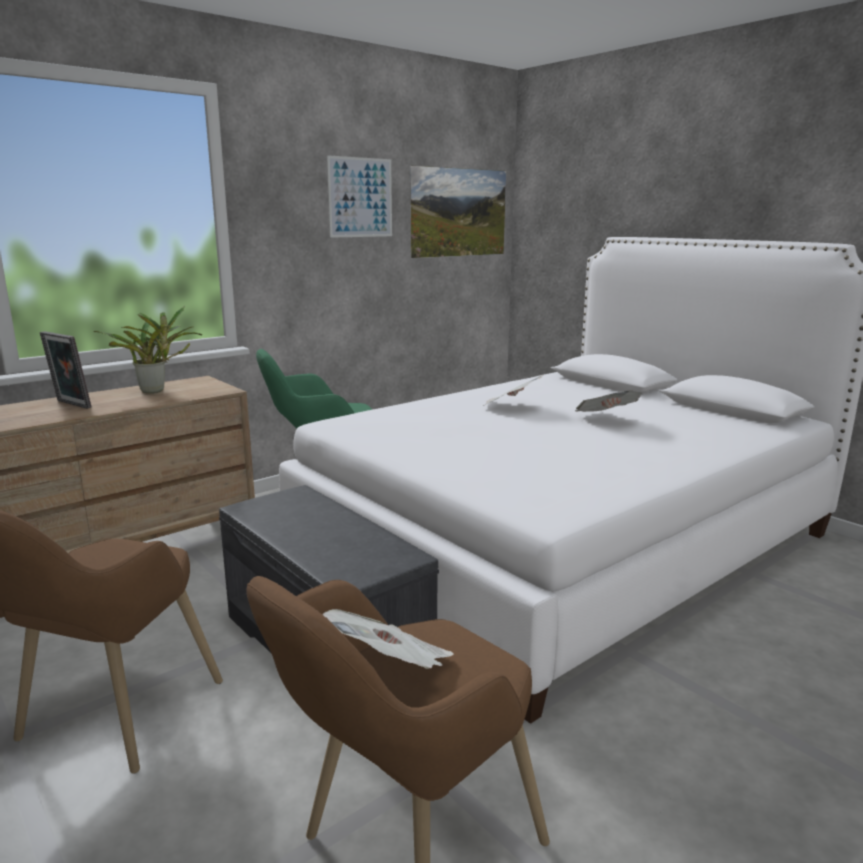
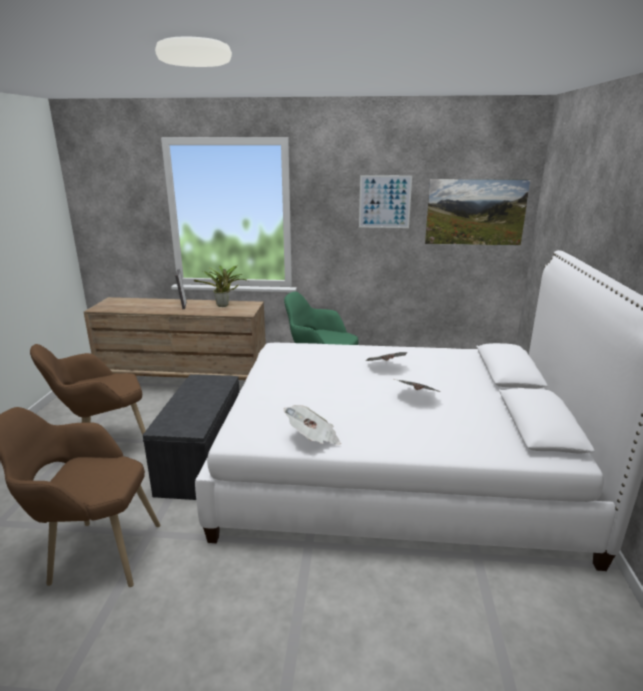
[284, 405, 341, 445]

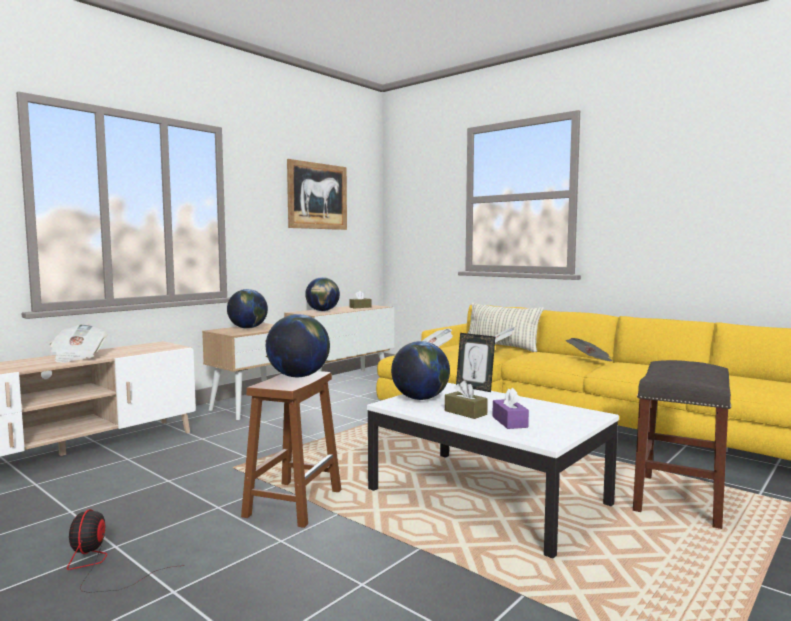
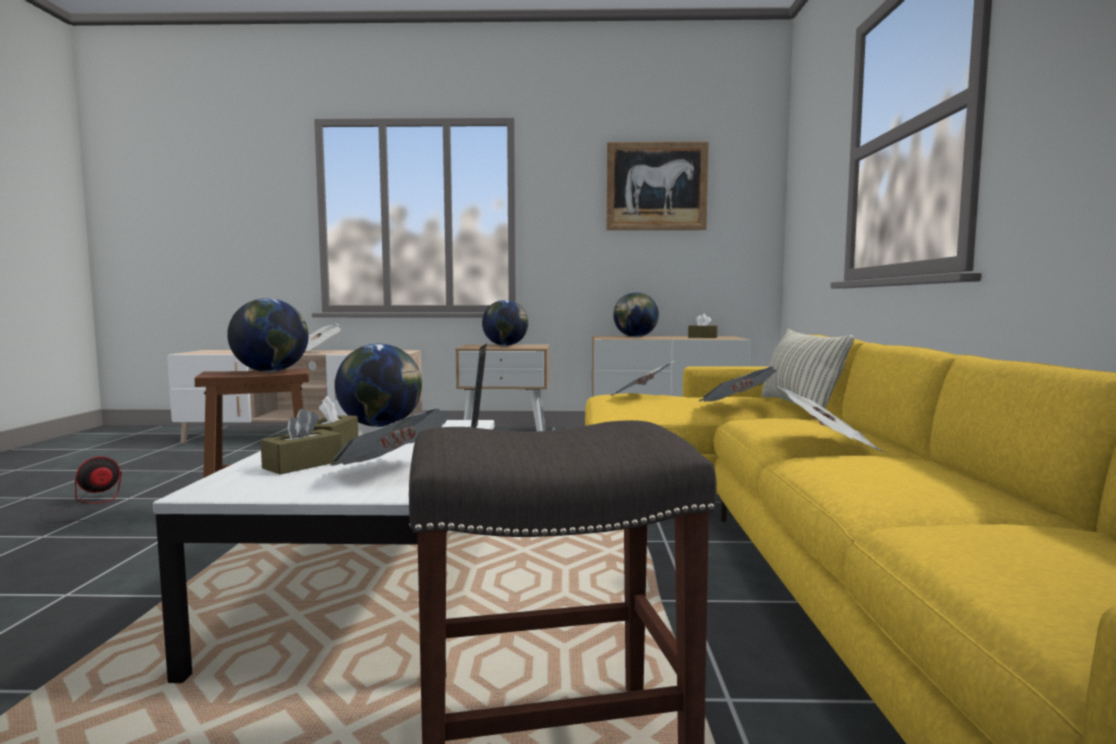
[260, 409, 342, 474]
[330, 409, 451, 466]

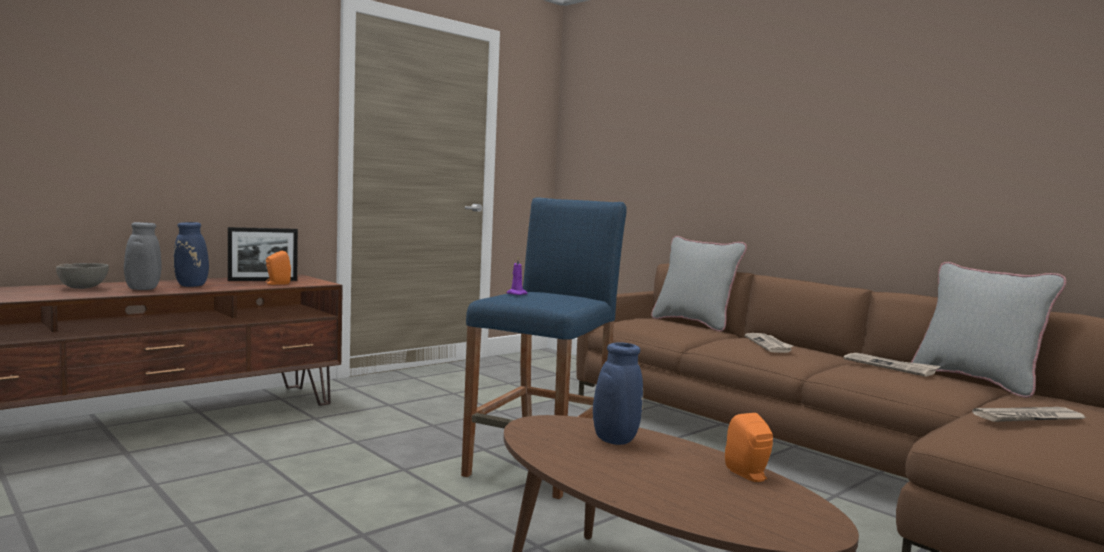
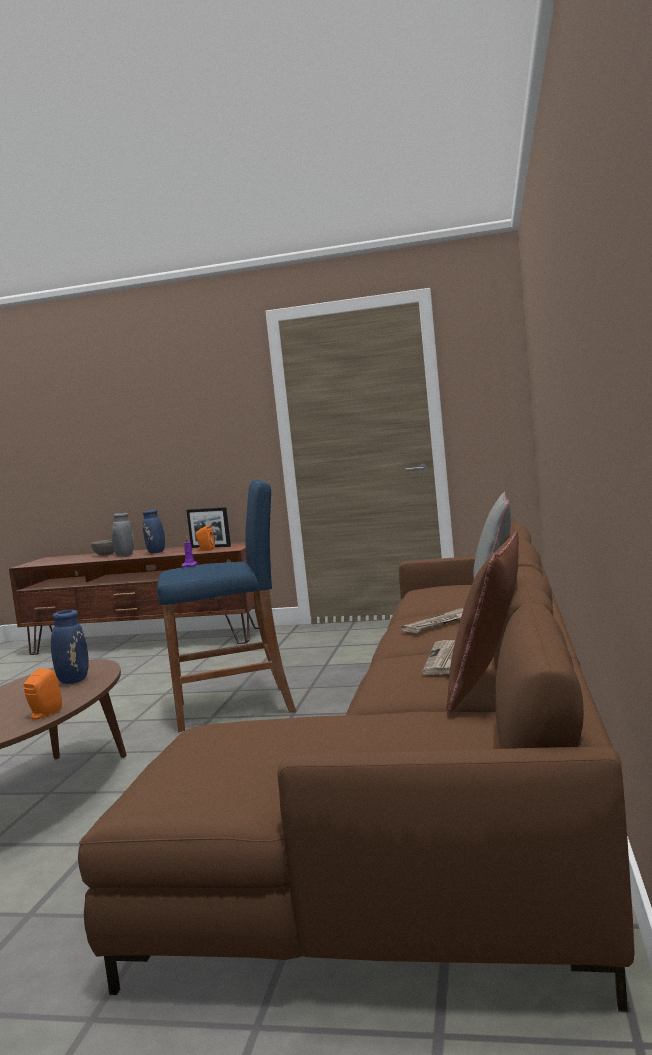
[446, 531, 519, 715]
[972, 407, 1086, 422] (first image)

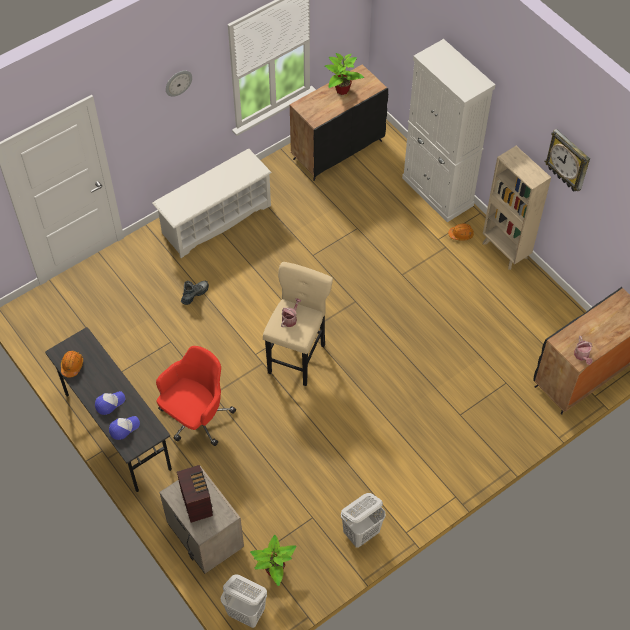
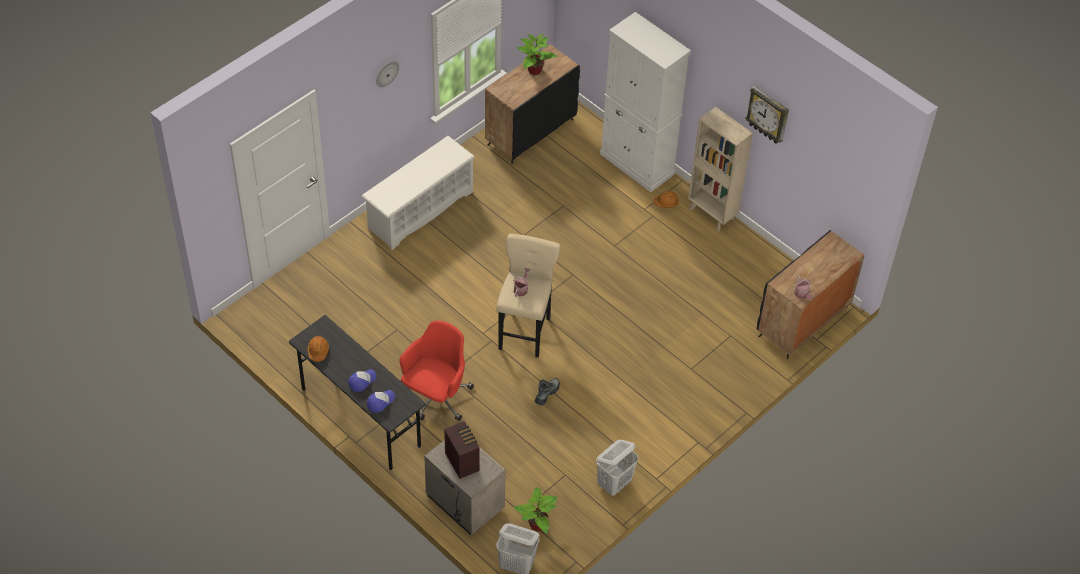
[535, 378, 560, 405]

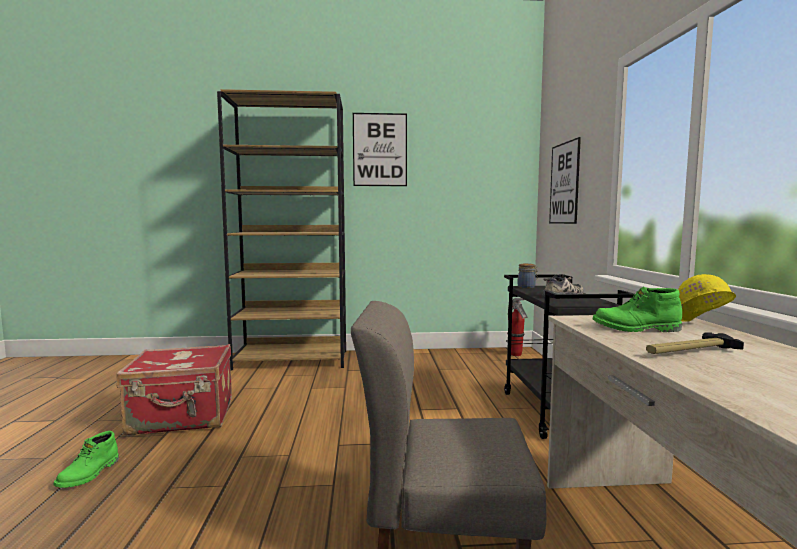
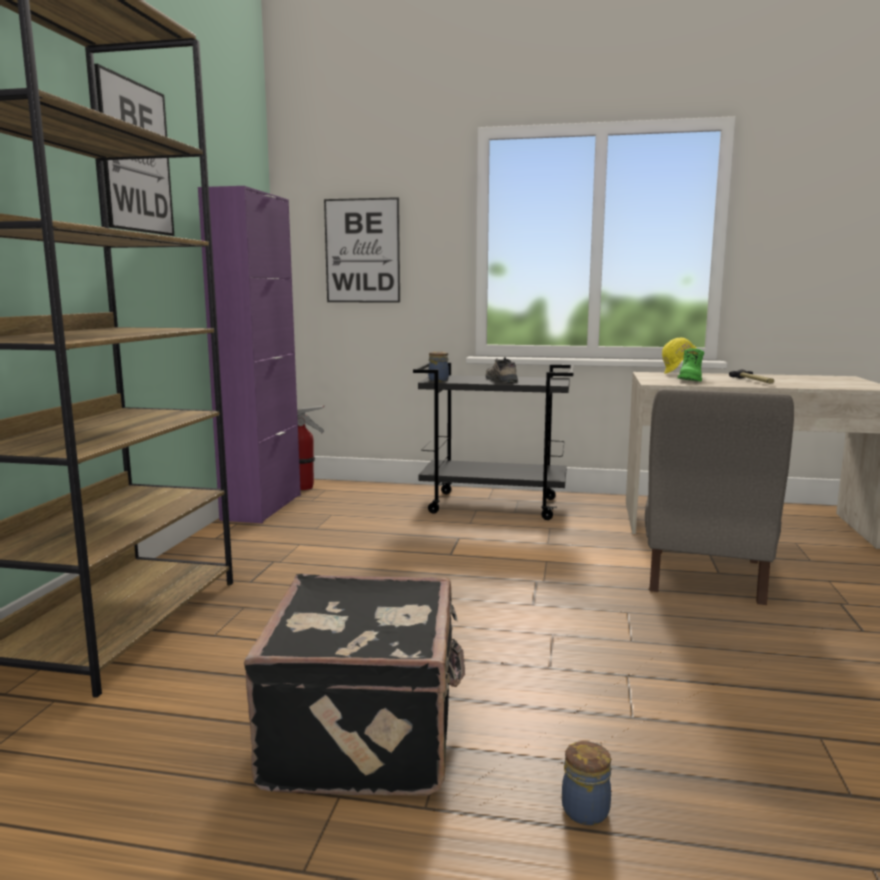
[198, 186, 301, 523]
[244, 574, 465, 796]
[562, 741, 611, 825]

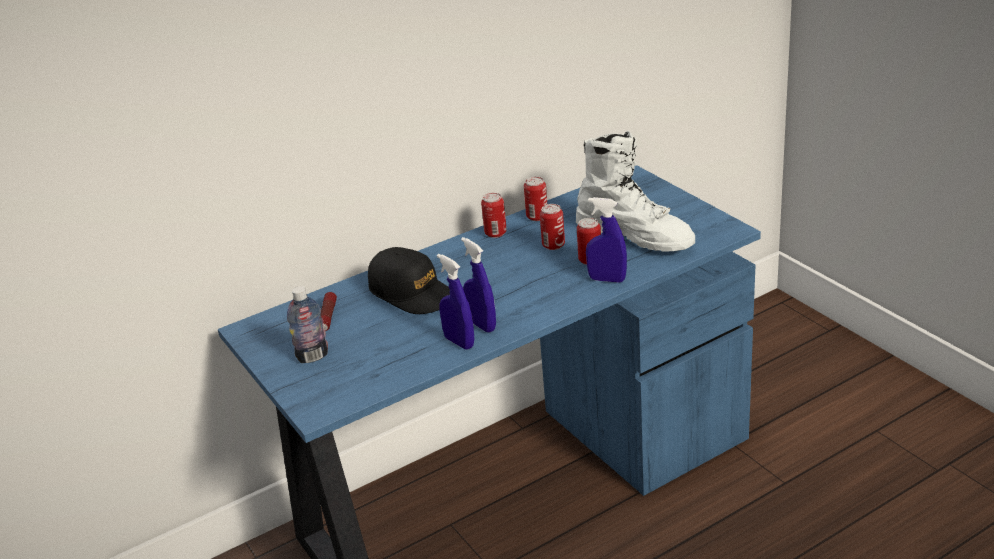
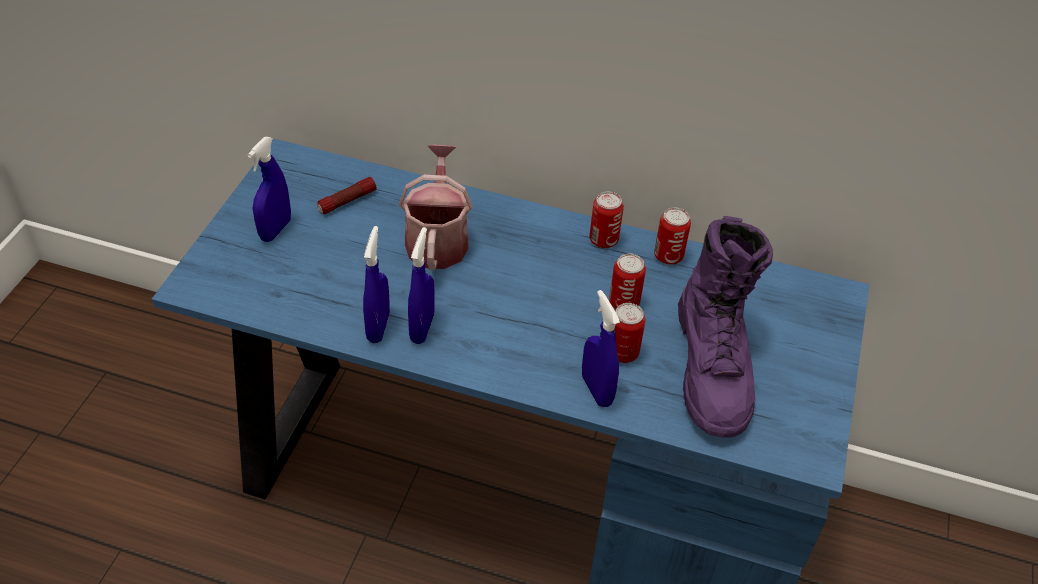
[247, 137, 291, 242]
[399, 144, 472, 270]
[678, 216, 773, 438]

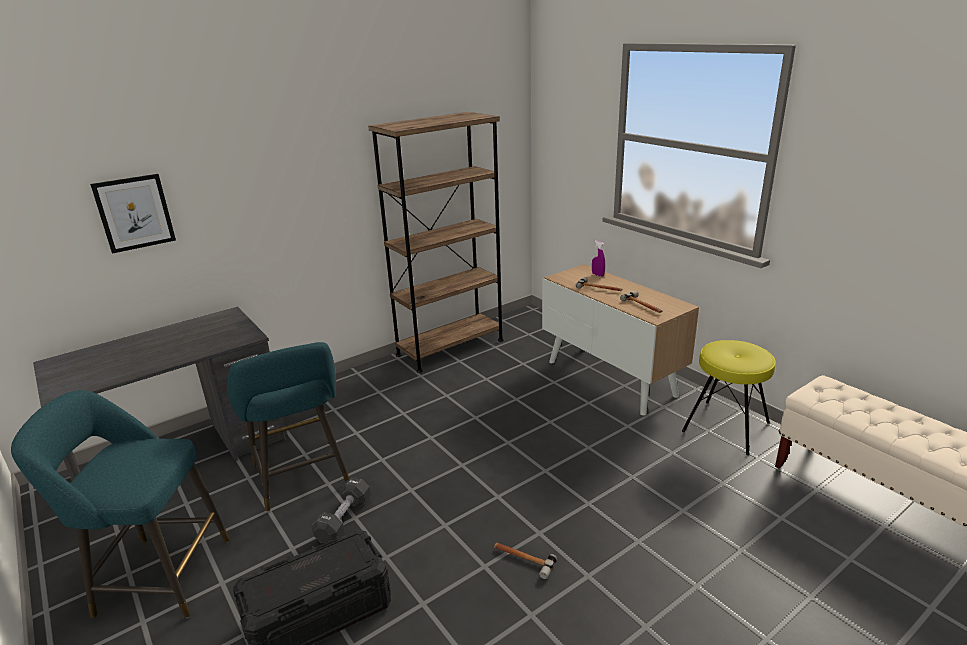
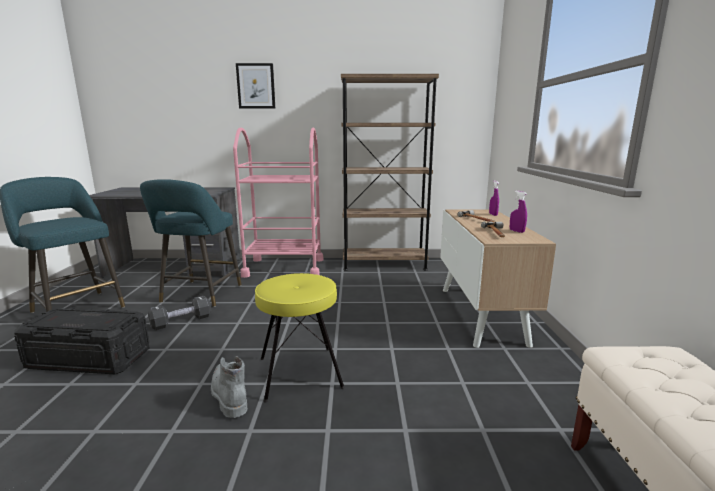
[211, 356, 248, 418]
[233, 127, 323, 278]
[236, 63, 275, 109]
[255, 273, 345, 402]
[510, 191, 527, 233]

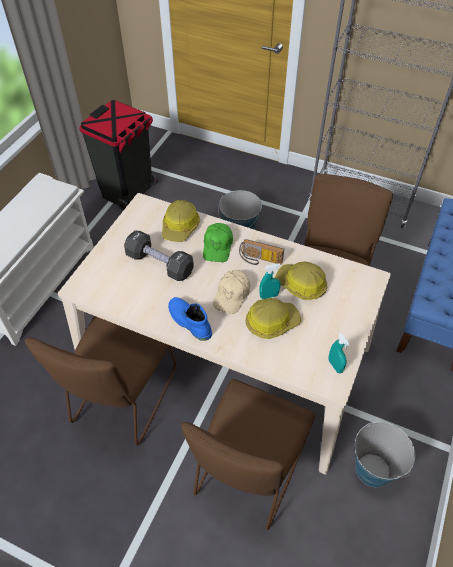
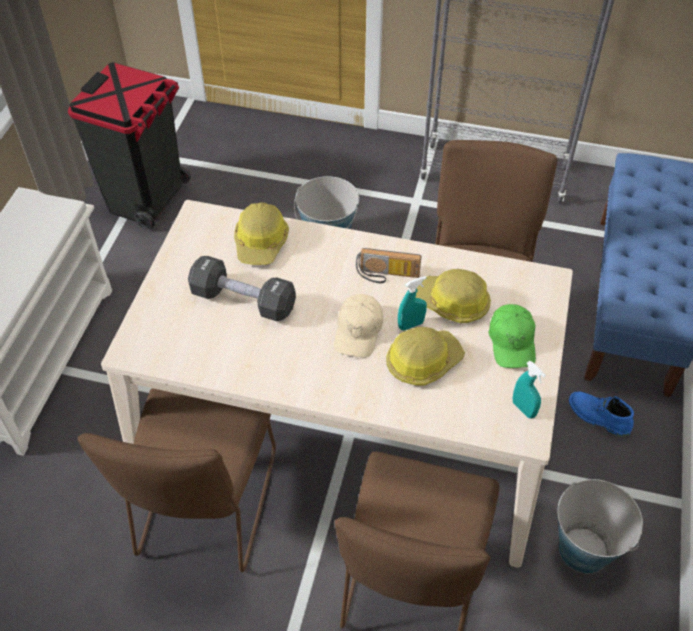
[489, 304, 536, 368]
[569, 391, 634, 437]

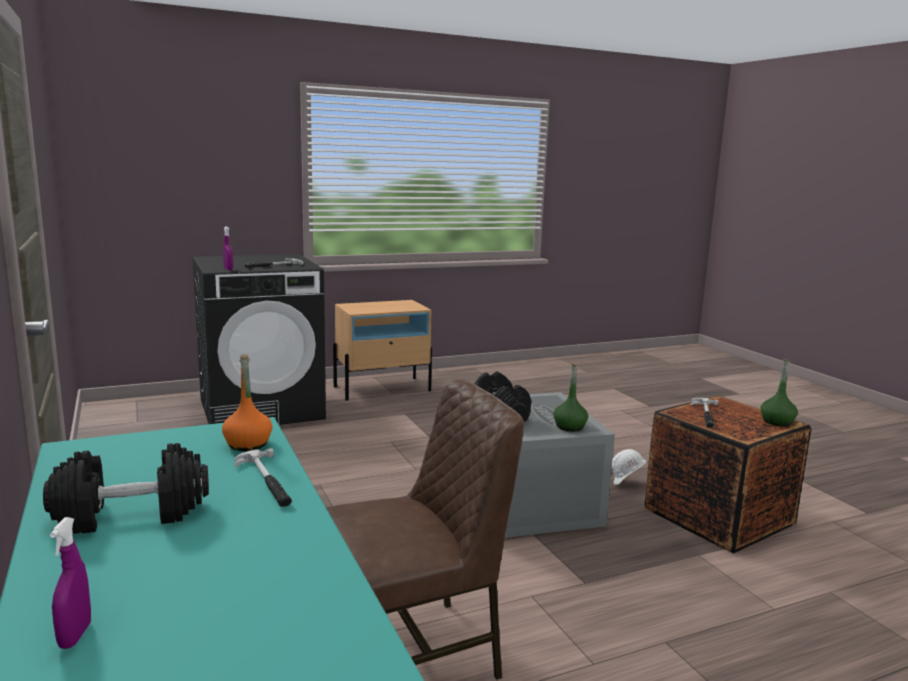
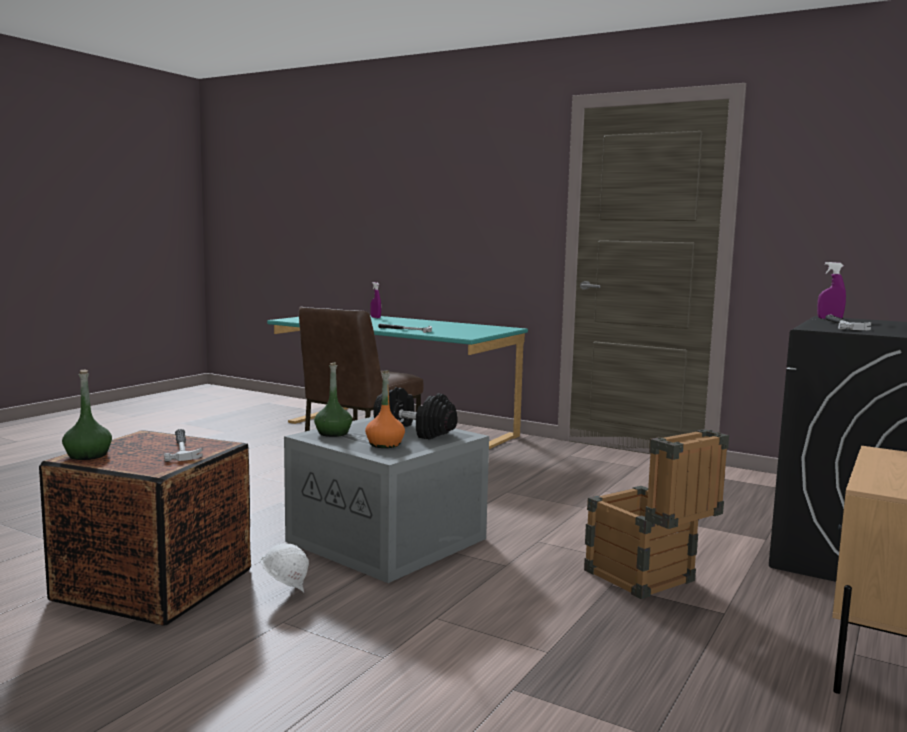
[365, 370, 405, 448]
[584, 429, 729, 599]
[43, 443, 209, 534] (first image)

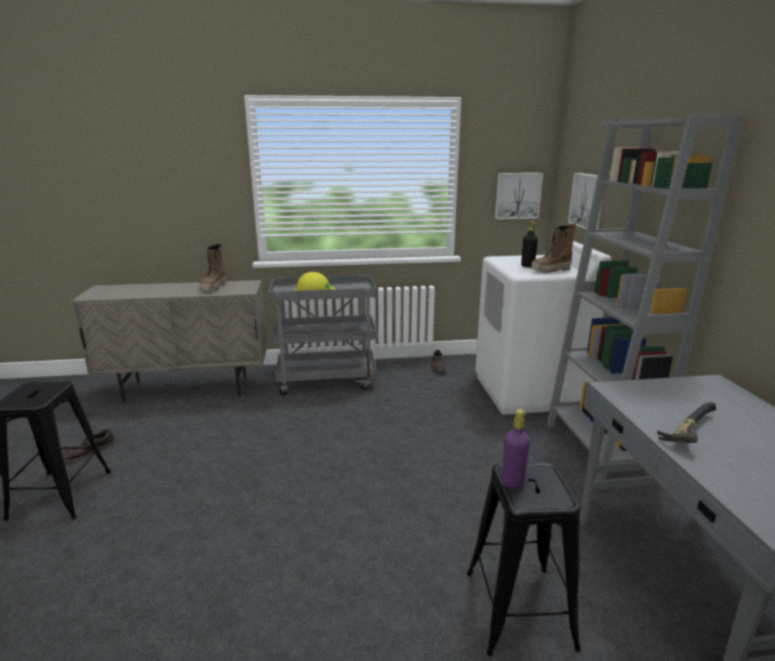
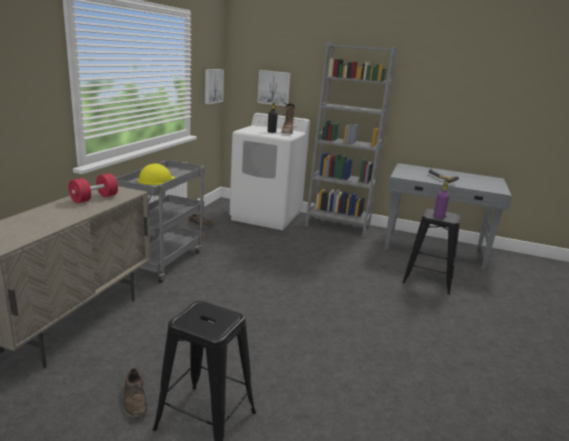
[68, 173, 118, 203]

